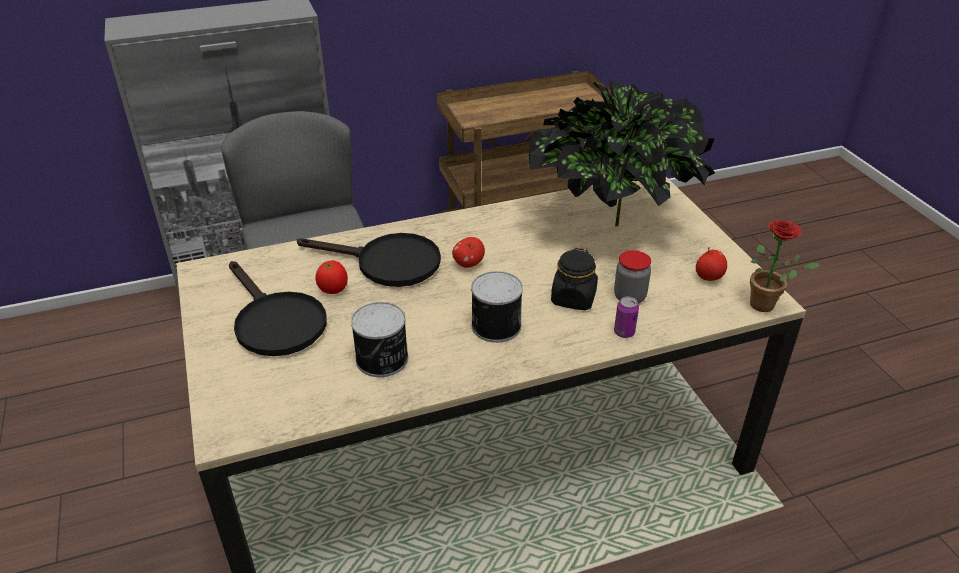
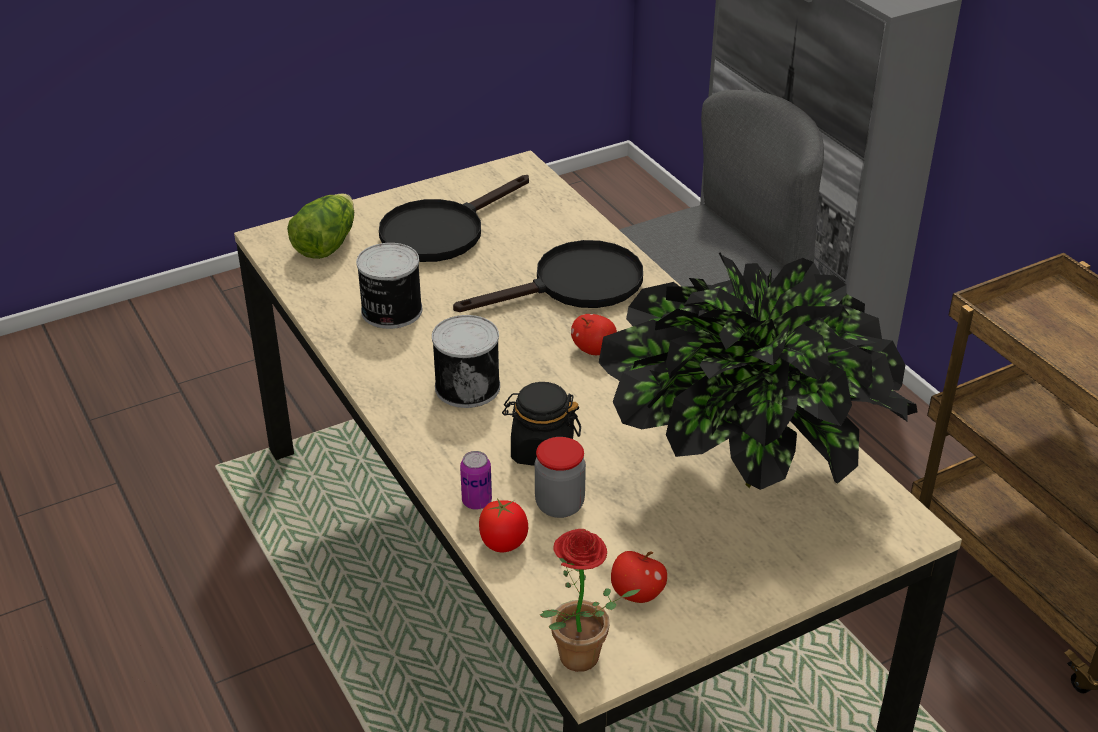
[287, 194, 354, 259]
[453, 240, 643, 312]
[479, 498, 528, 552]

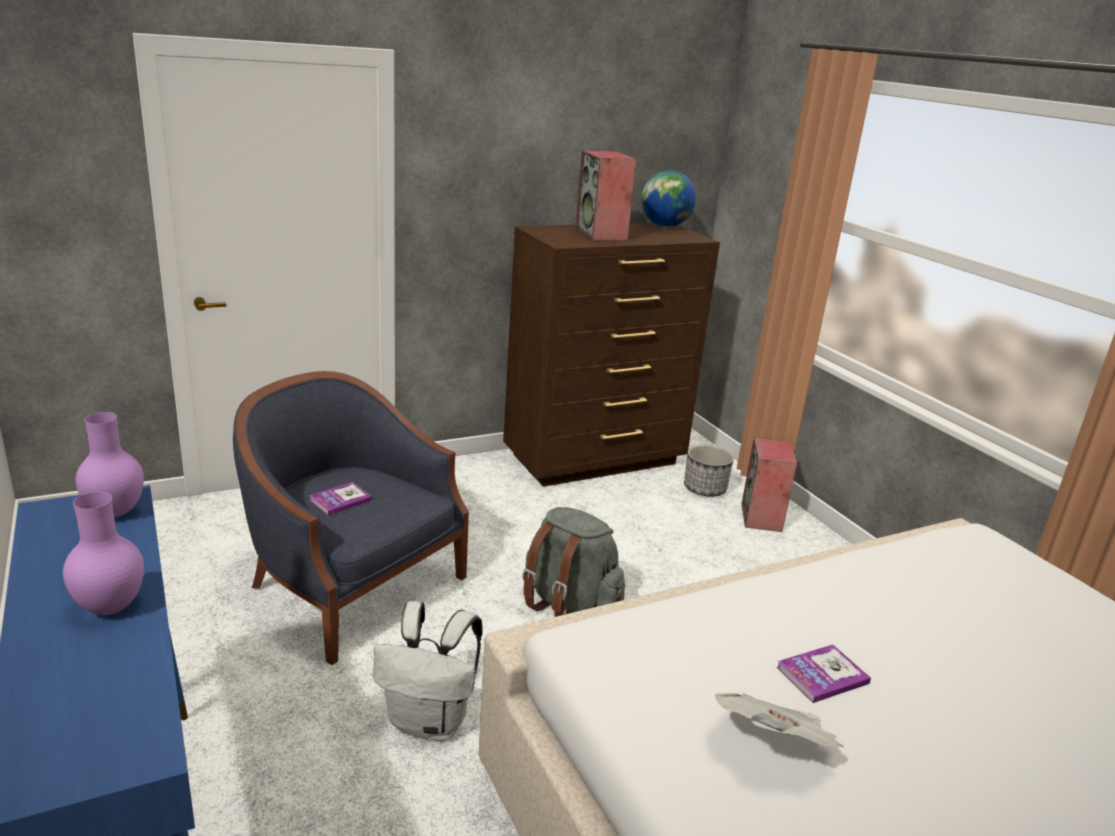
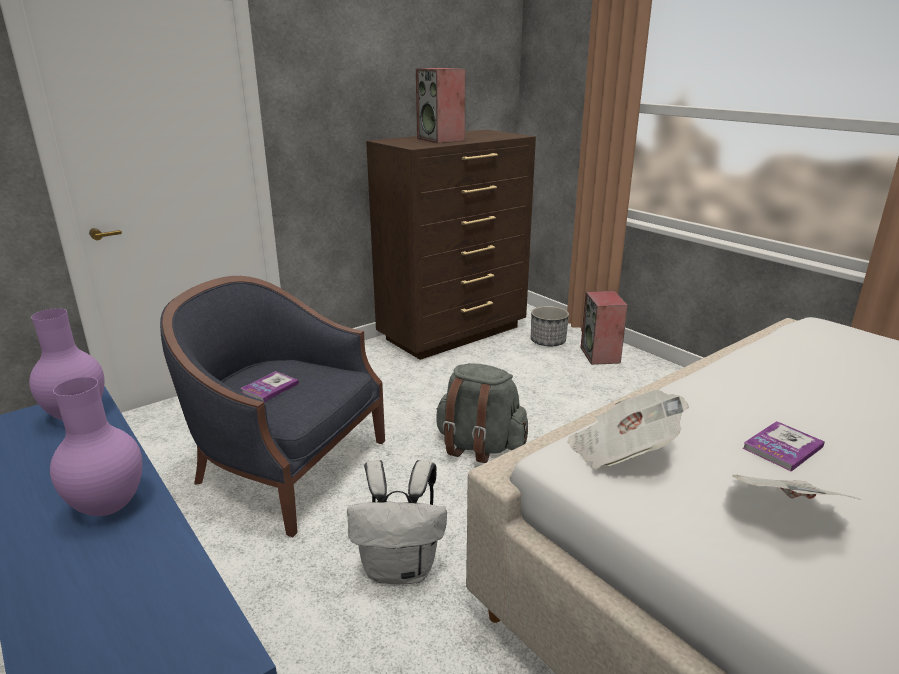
[567, 390, 689, 469]
[641, 170, 696, 227] (first image)

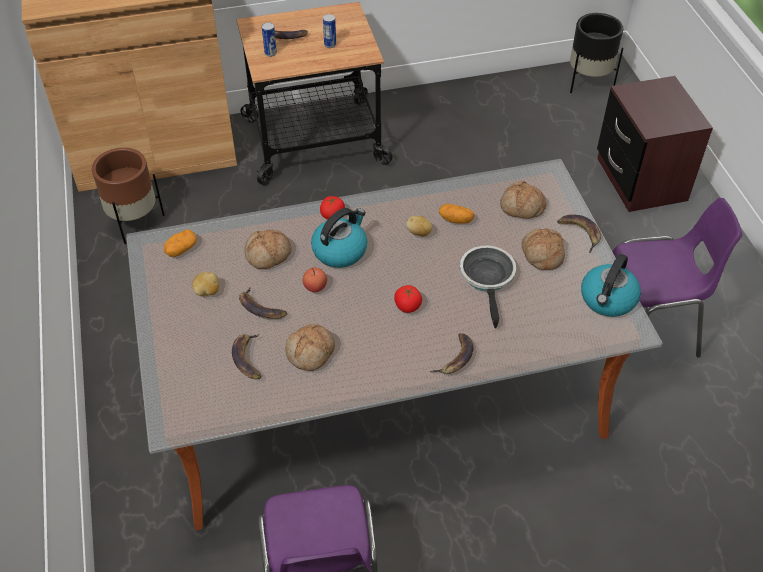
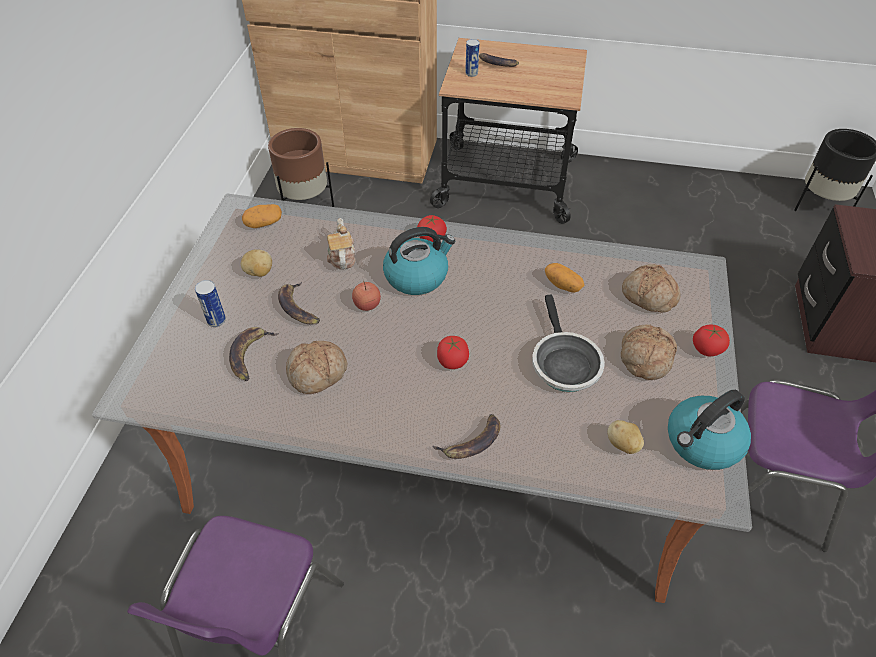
[195, 280, 226, 327]
[327, 218, 355, 269]
[532, 294, 605, 392]
[608, 420, 644, 454]
[693, 325, 730, 356]

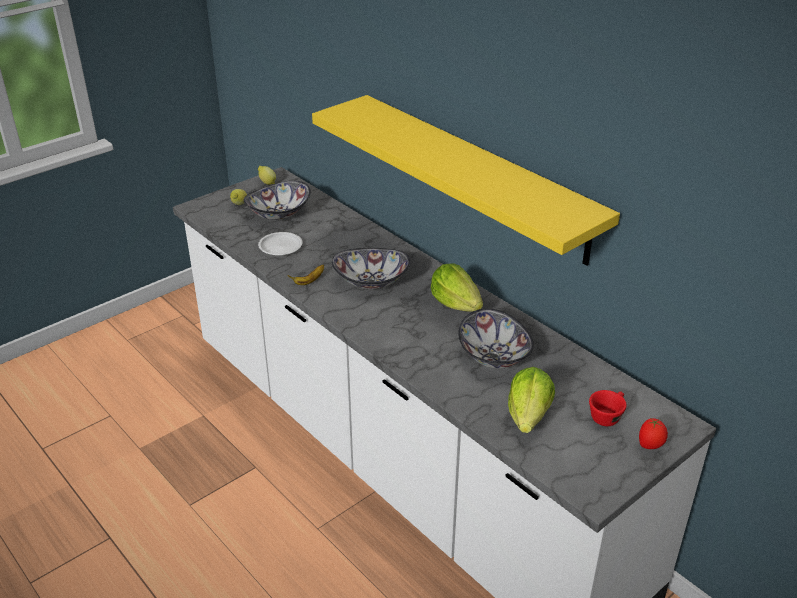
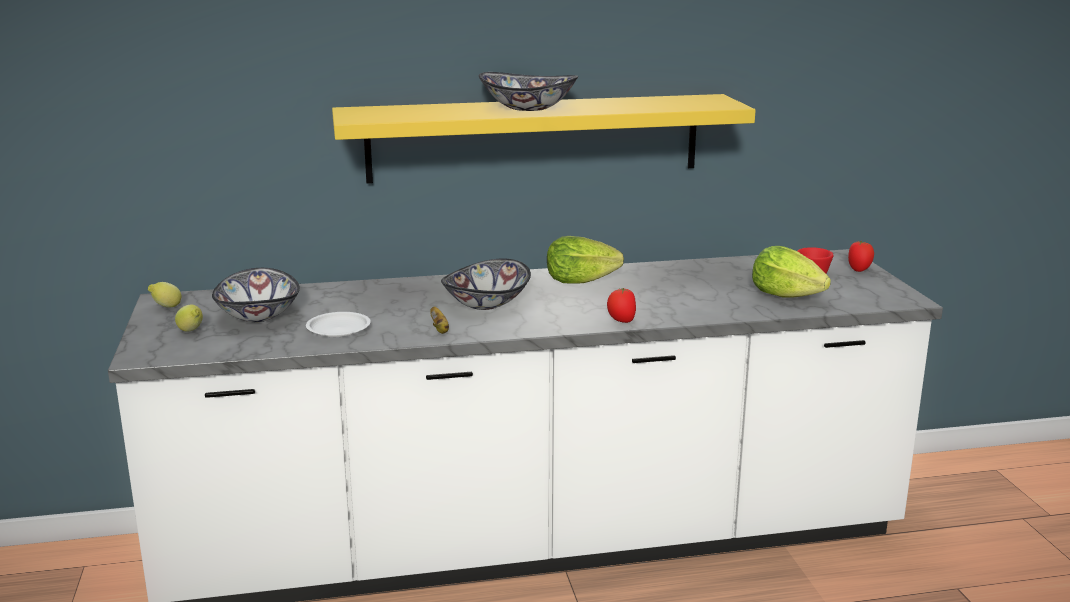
[479, 72, 578, 111]
[607, 288, 636, 323]

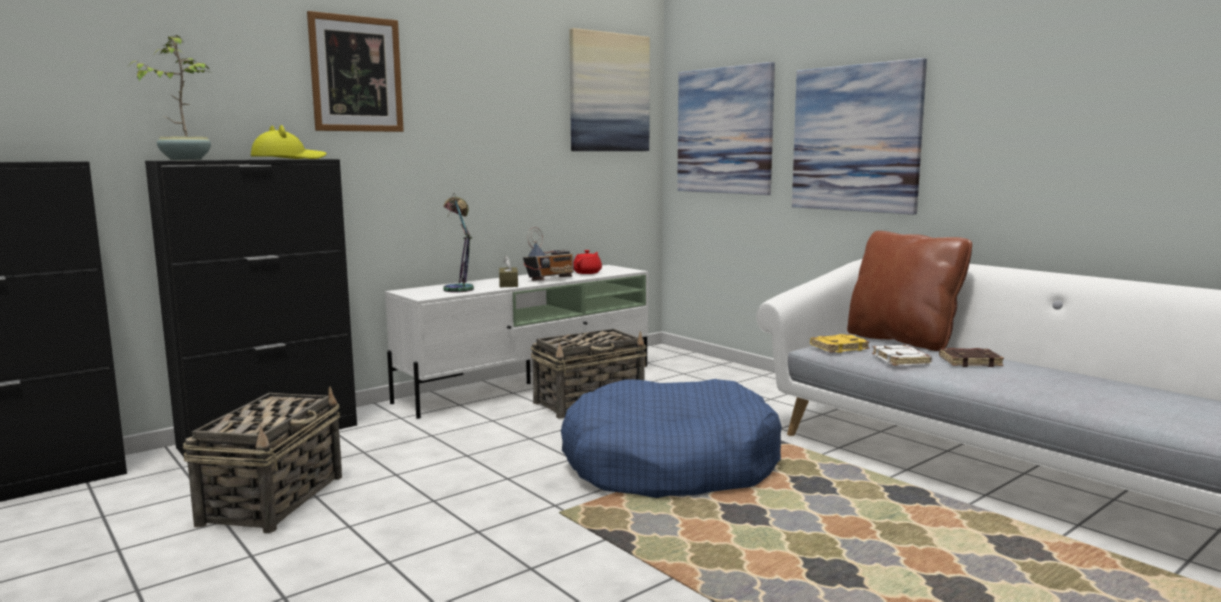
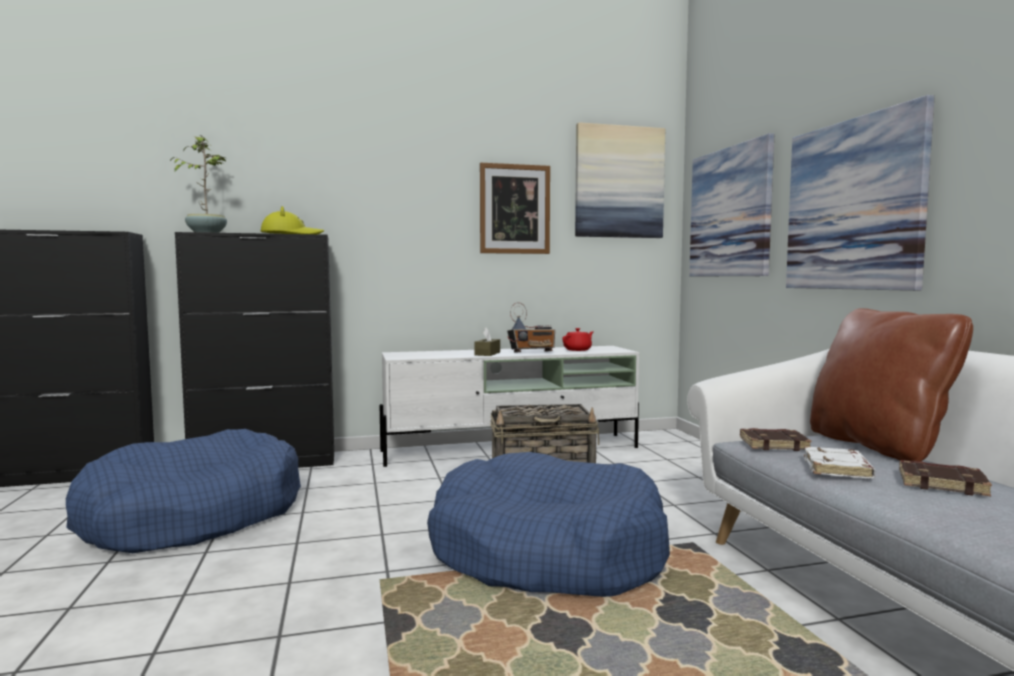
[66, 429, 301, 553]
[480, 163, 550, 254]
[740, 428, 812, 451]
[443, 193, 474, 293] (first image)

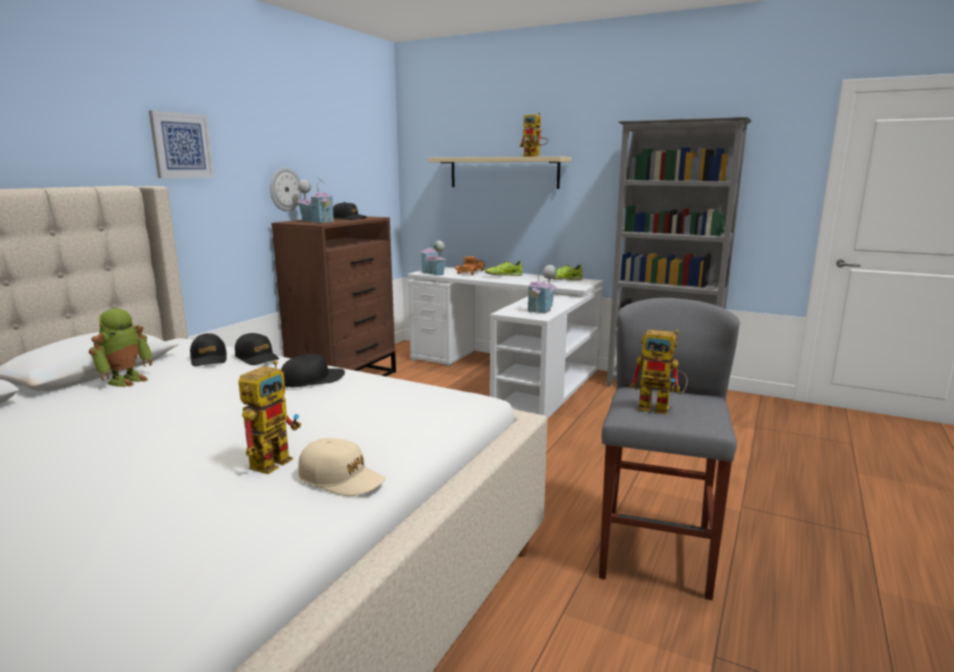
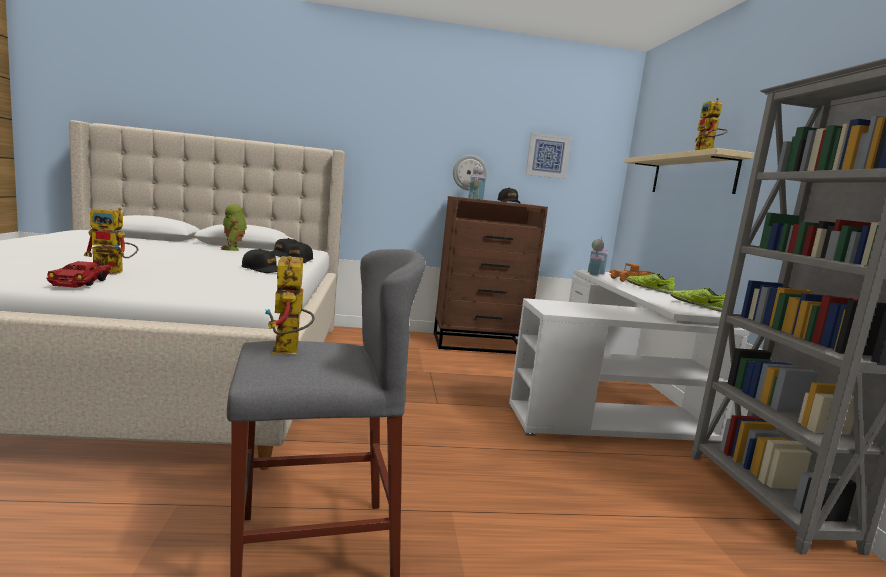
[46, 261, 111, 288]
[221, 204, 247, 251]
[525, 132, 571, 179]
[528, 265, 557, 314] (first image)

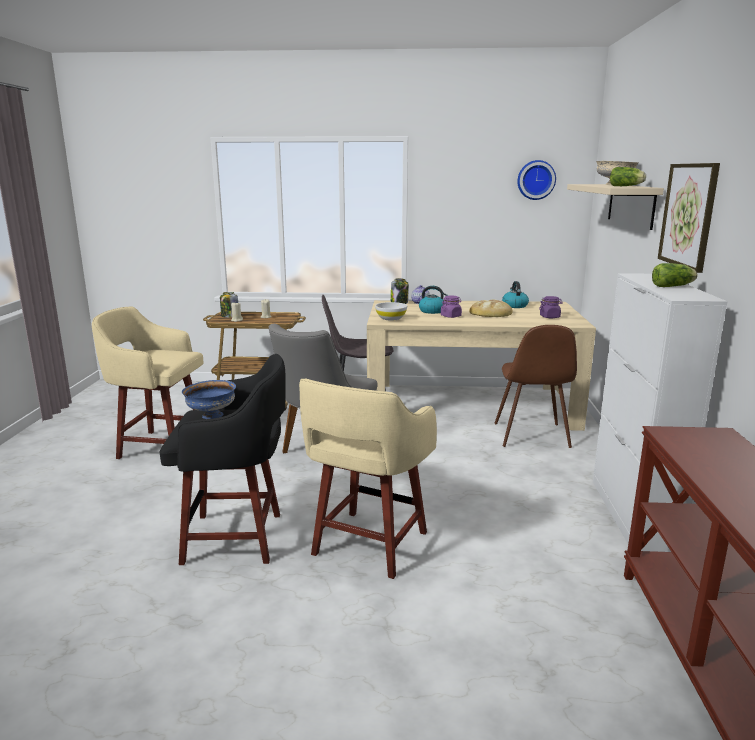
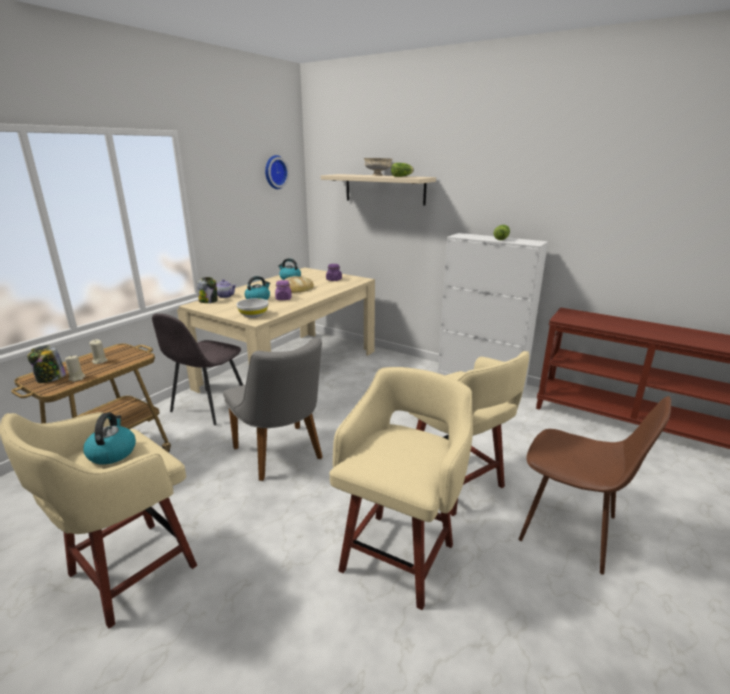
[83, 413, 136, 465]
[330, 367, 473, 610]
[519, 396, 671, 575]
[182, 380, 236, 419] (first image)
[658, 163, 720, 273] (first image)

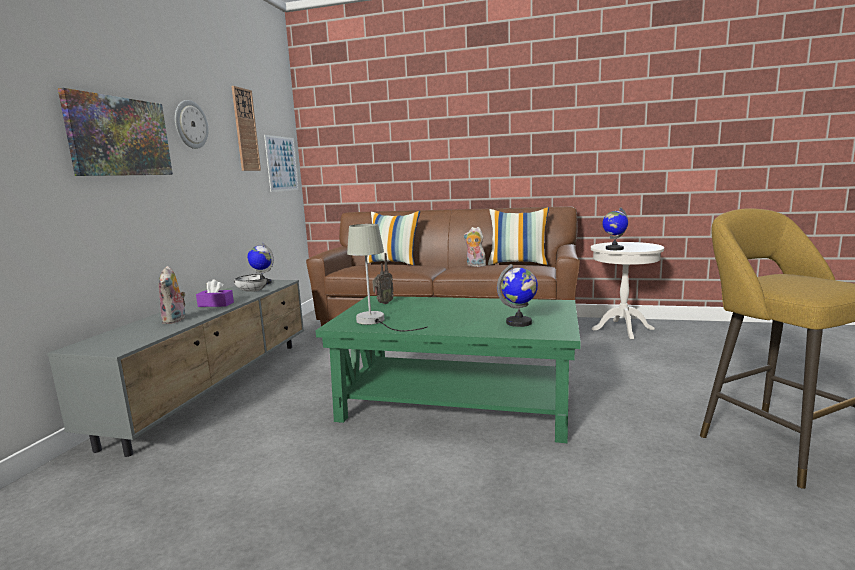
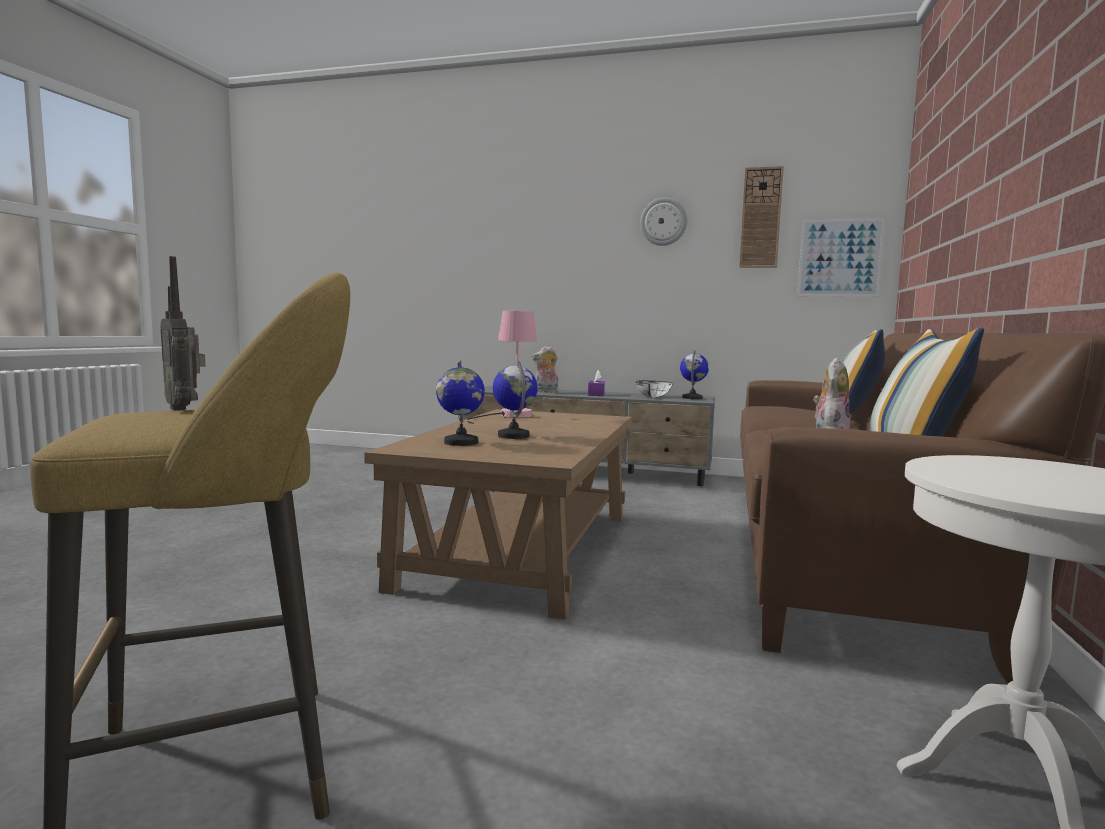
[160, 256, 206, 410]
[364, 409, 632, 619]
[467, 311, 537, 424]
[493, 360, 538, 439]
[58, 88, 173, 176] (first image)

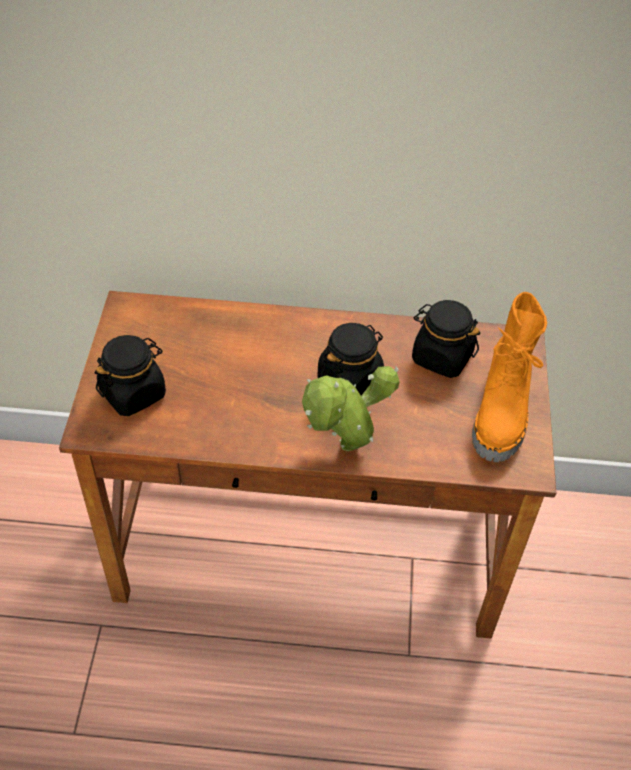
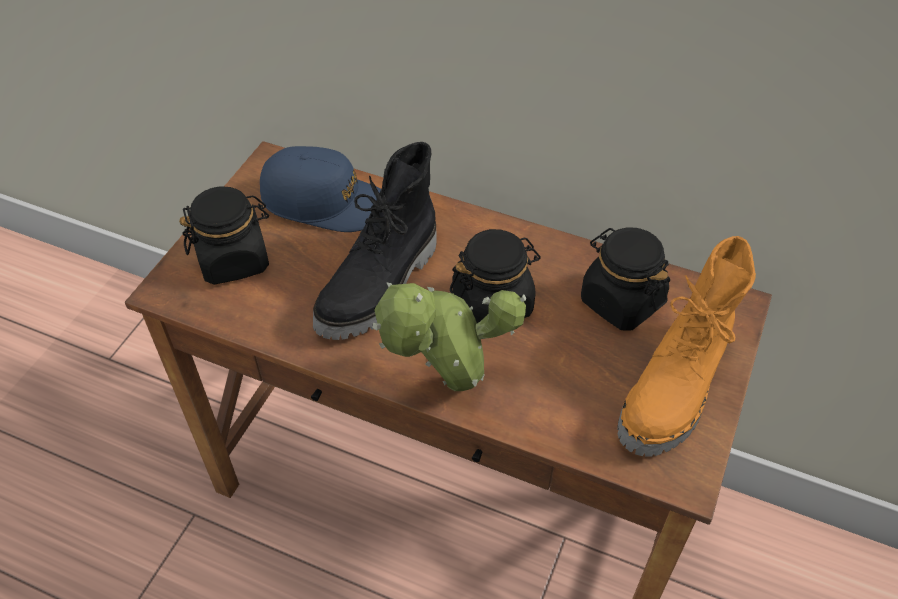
[260, 146, 381, 232]
[313, 142, 437, 340]

